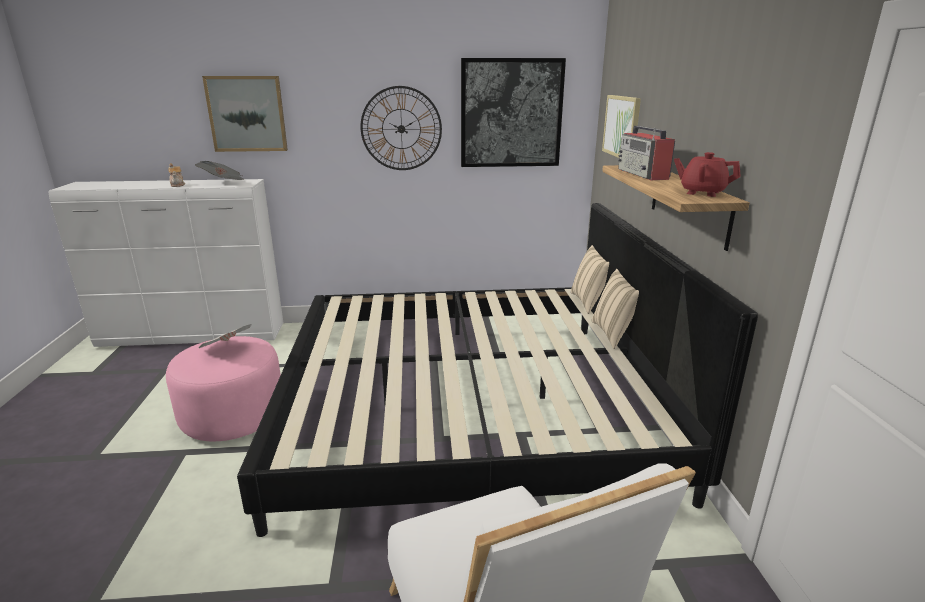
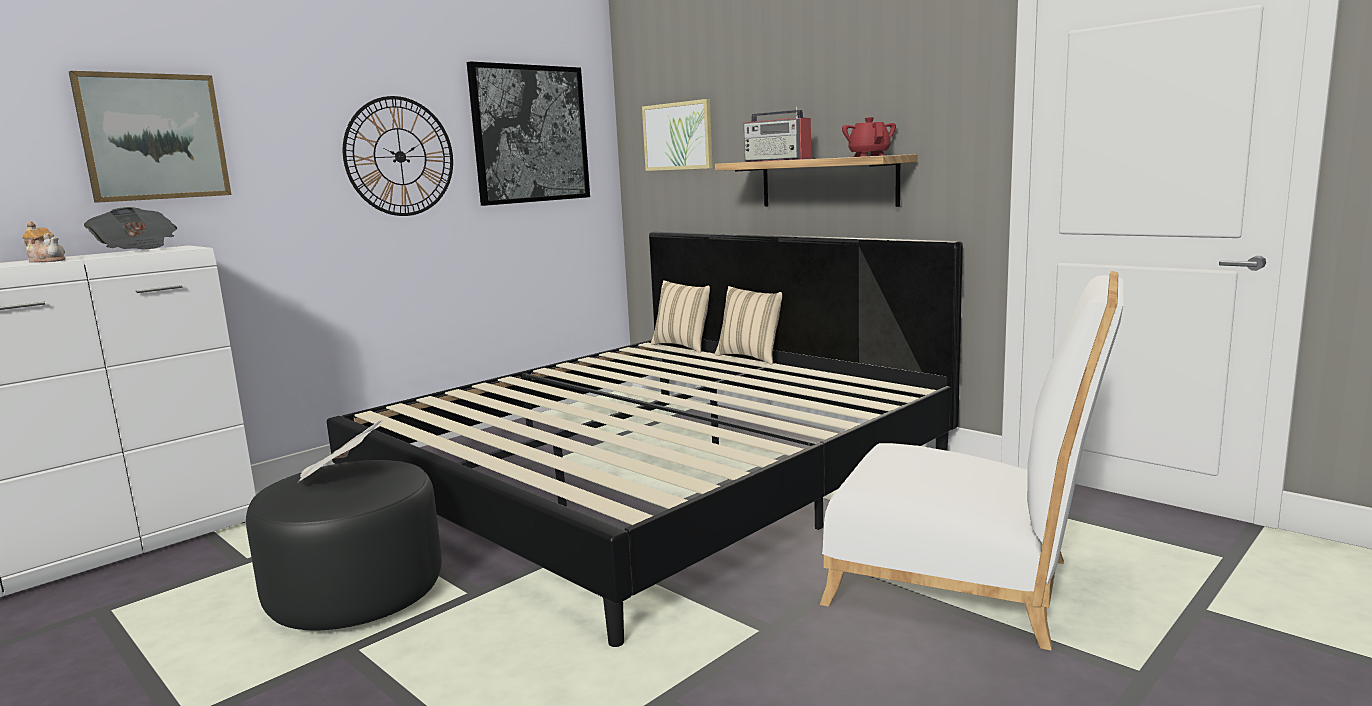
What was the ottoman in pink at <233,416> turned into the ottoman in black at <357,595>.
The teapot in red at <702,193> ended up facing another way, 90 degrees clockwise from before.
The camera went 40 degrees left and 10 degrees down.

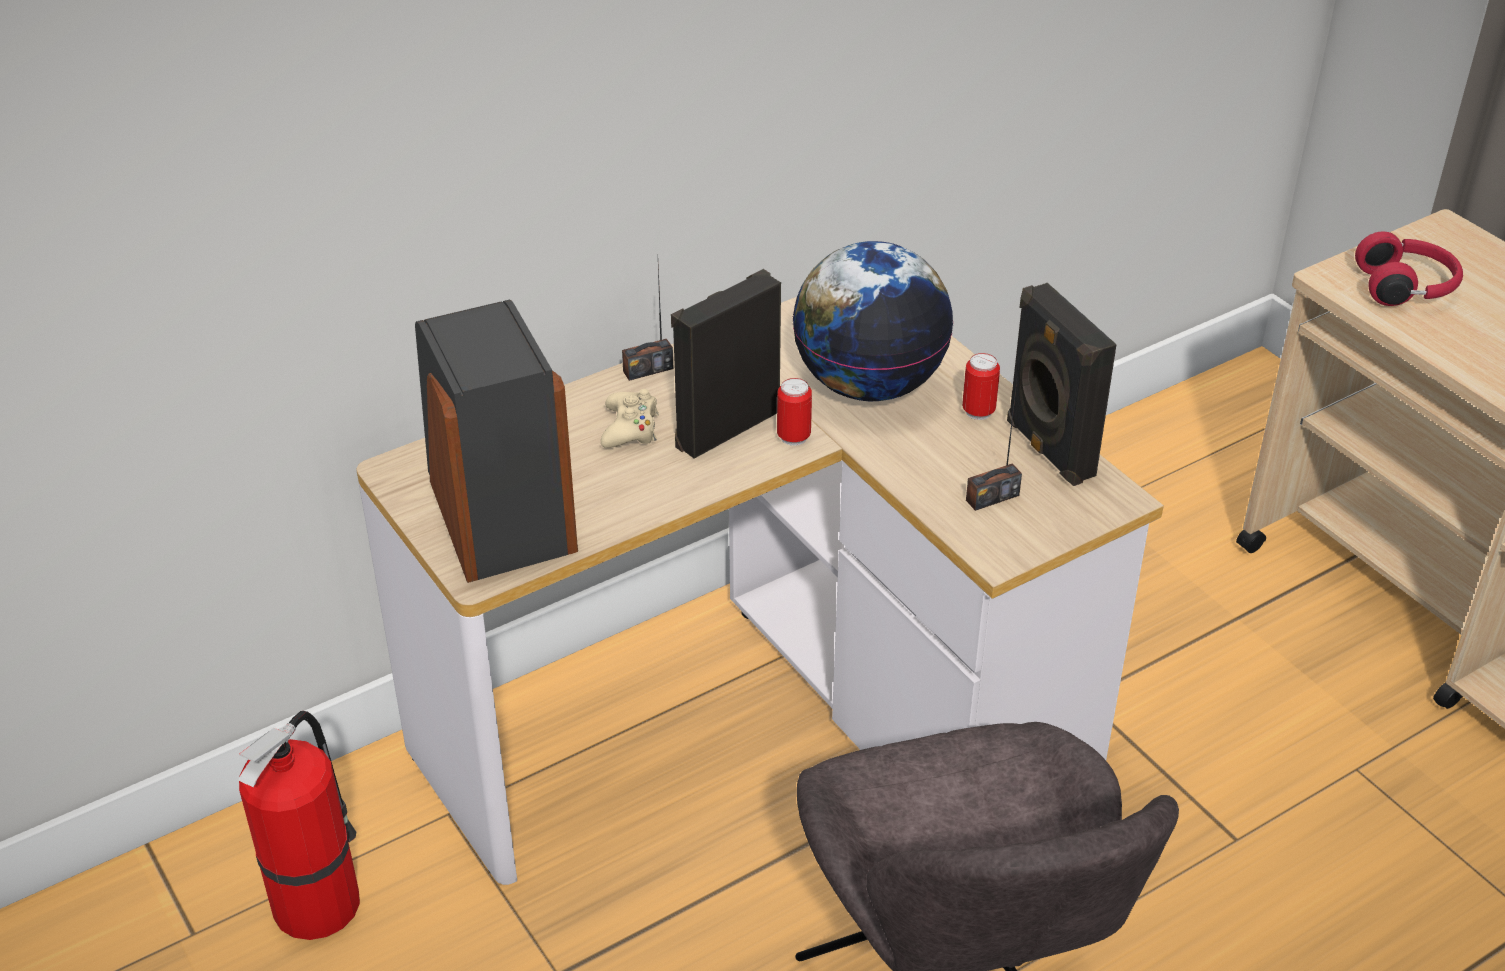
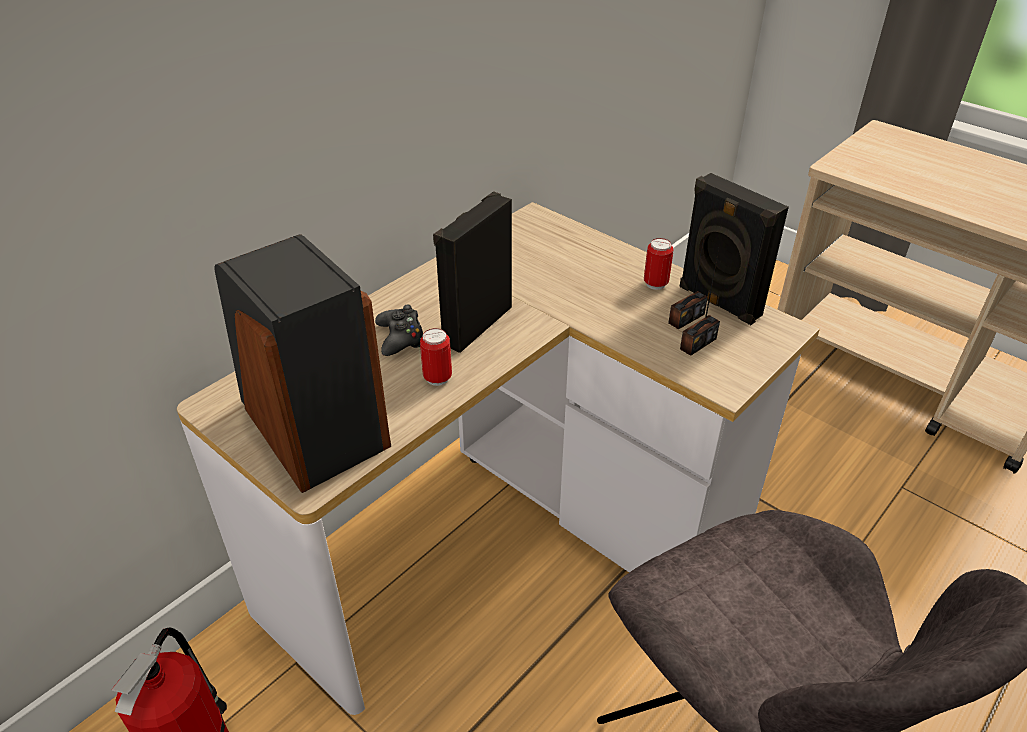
What was the game controller in beige at <630,428> turned into the game controller in black at <400,338>.
The can ended up elsewhere, having gone from <793,437> to <437,378>.
The radio ended up elsewhere, having gone from <648,370> to <686,318>.
The second view lost the globe at <869,384>.
The second view lost the headphones in red at <1406,287>.
The camera went 15 degrees left and 0 degrees up.

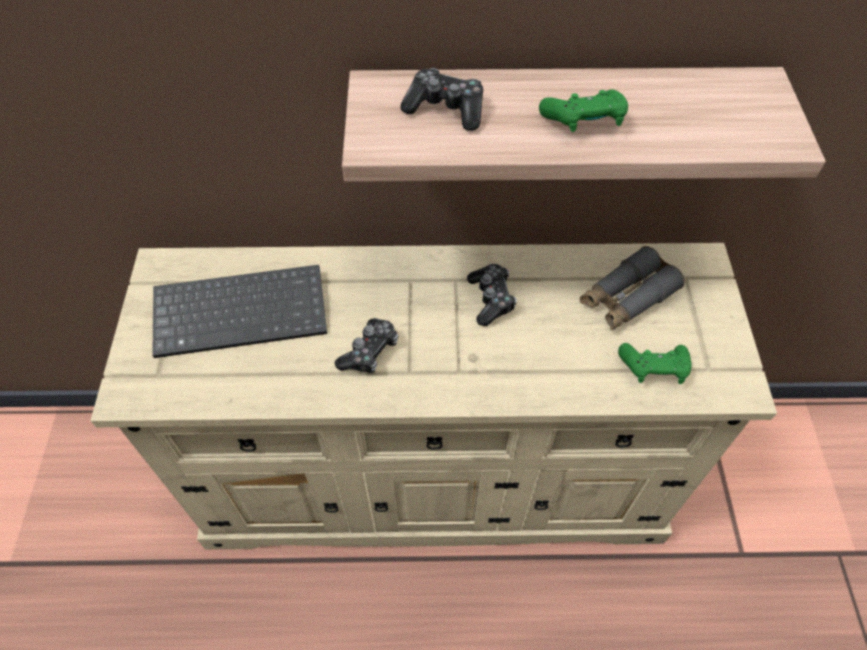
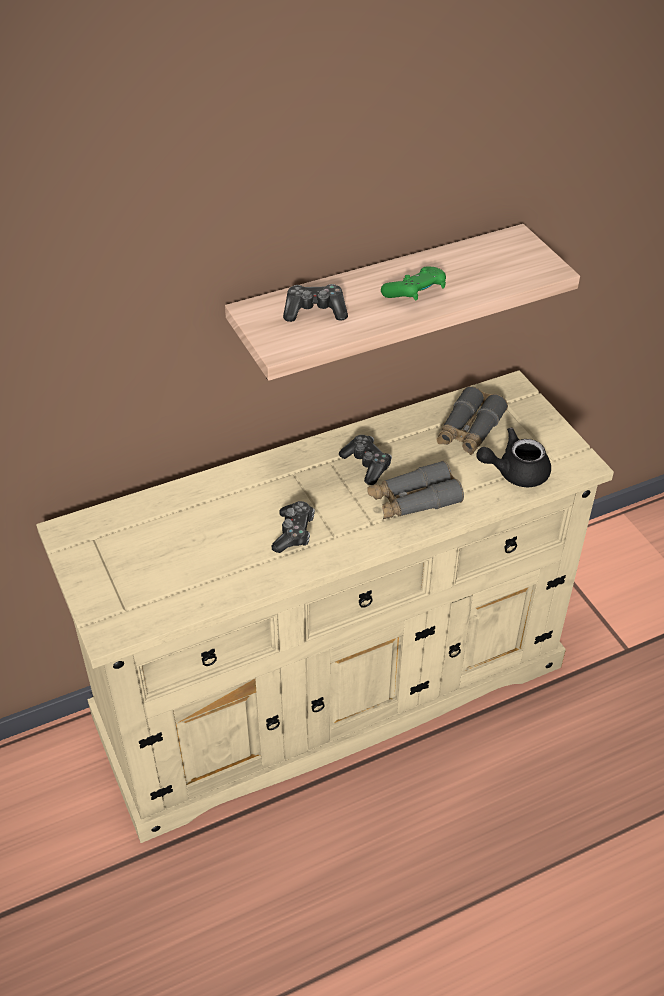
The second view gained the binoculars in grey at <413,500>.
Where the game controller in green stood at <653,369>, the teapot in black came to stand at <515,472>.
The second view lost the keyboard at <243,310>.
The camera went 25 degrees left and 10 degrees down.

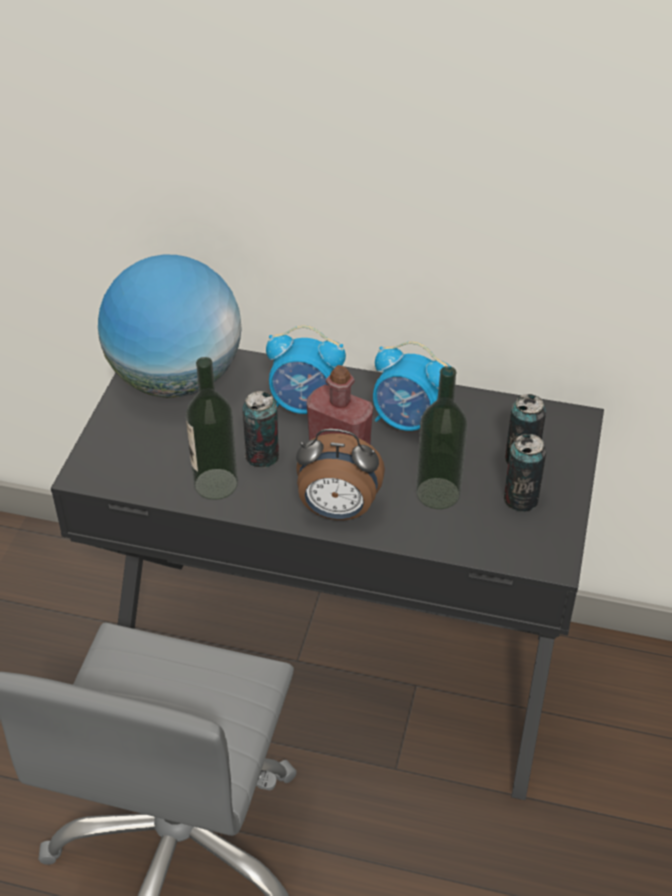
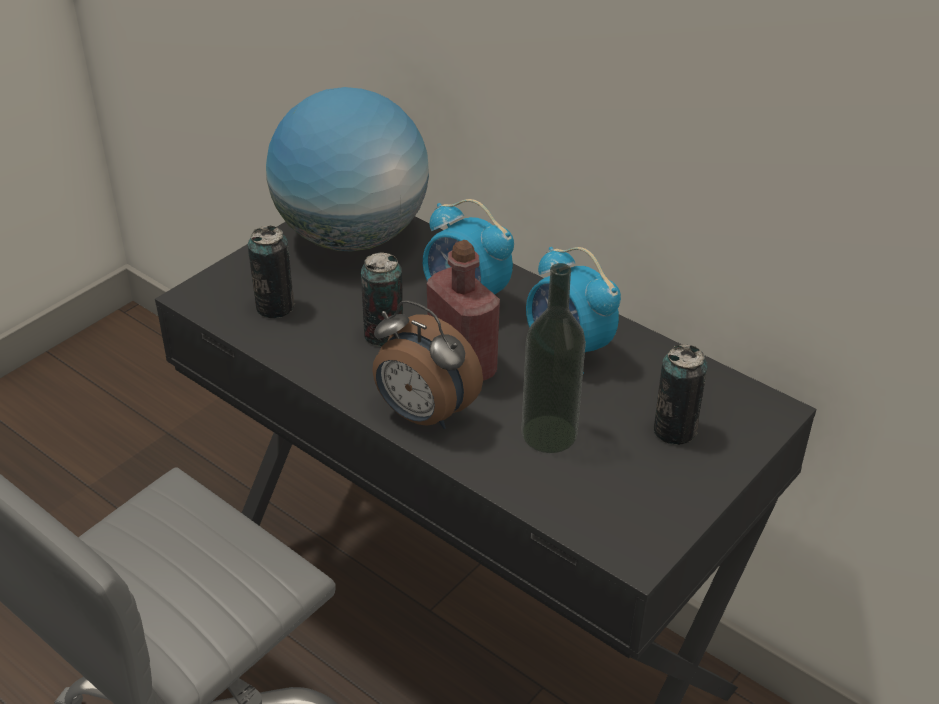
The can ended up elsewhere, having gone from <520,499> to <275,306>.
The second view lost the bottle at <215,484>.
The camera went 25 degrees right and 5 degrees down.

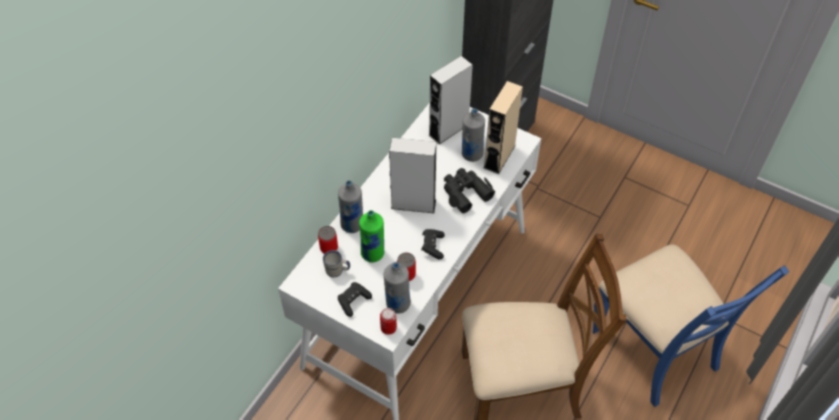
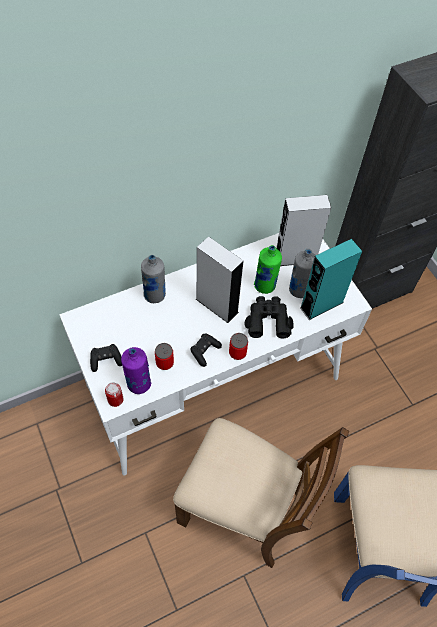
What was the bottle in grey at <397,304> turned into the bottle in purple at <138,383>.
The can ended up elsewhere, having gone from <329,248> to <237,353>.
The bottle in green ended up elsewhere, having gone from <373,253> to <265,286>.
What was the speaker in beige at <499,156> turned into the speaker in turquoise at <321,305>.
The second view lost the mug in white at <337,271>.
The camera went 30 degrees right and 5 degrees up.

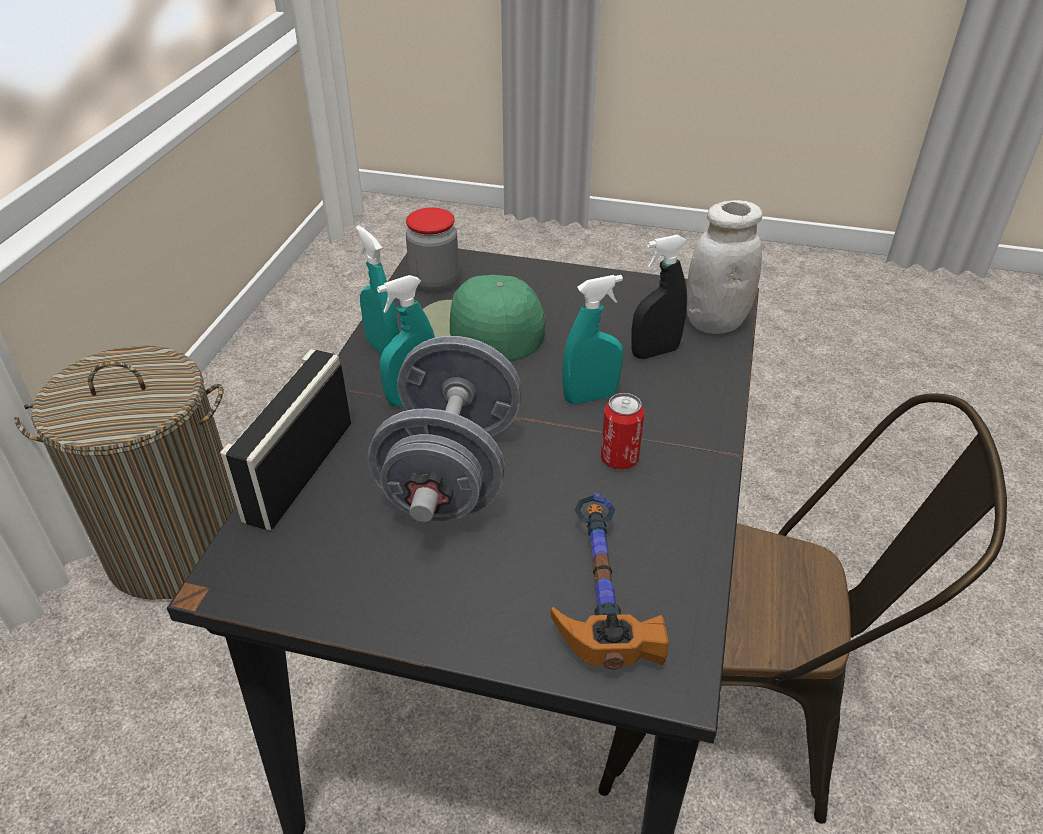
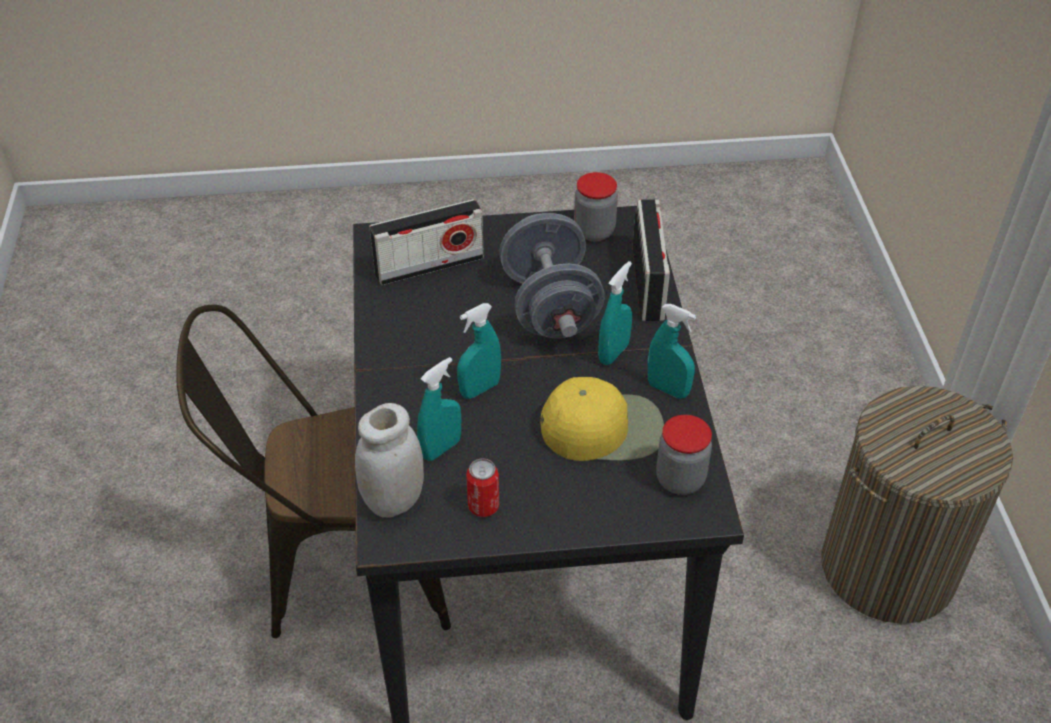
Where the hammer stood at <598,587>, the radio came to stand at <429,265>.
What was the spray bottle in black at <655,352> turned into the spray bottle in turquoise at <441,448>.
The can ended up elsewhere, having gone from <619,459> to <483,506>.
What was the cap in green at <476,332> turned into the cap in yellow at <603,428>.
The second view gained the jar at <594,231>.
The camera went 160 degrees right and 5 degrees up.

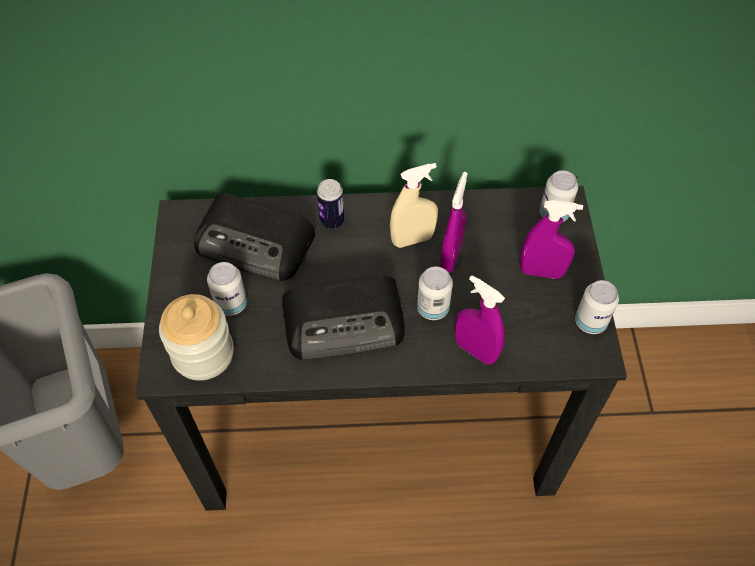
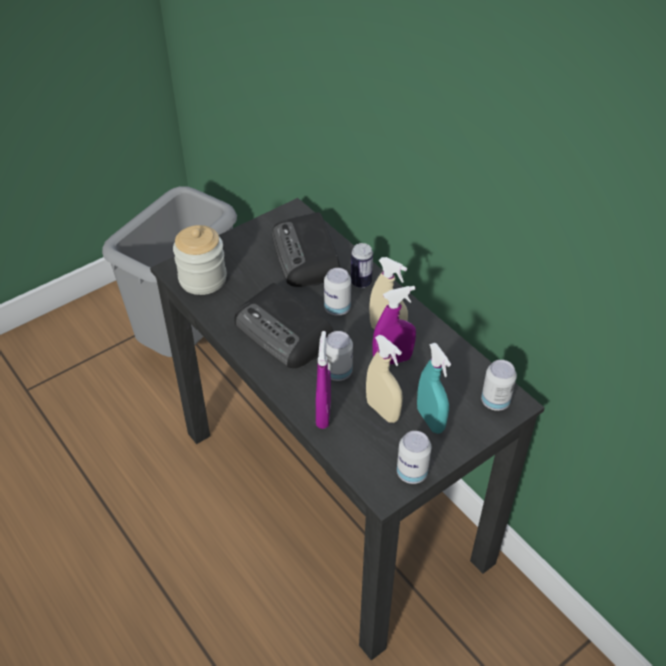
The can ended up elsewhere, having gone from <231,304> to <337,308>.
The second view gained the spray bottle in beige at <382,411>.
What was the spray bottle in purple at <541,272> turned into the spray bottle in turquoise at <430,420>.
The camera went 55 degrees right and 10 degrees down.

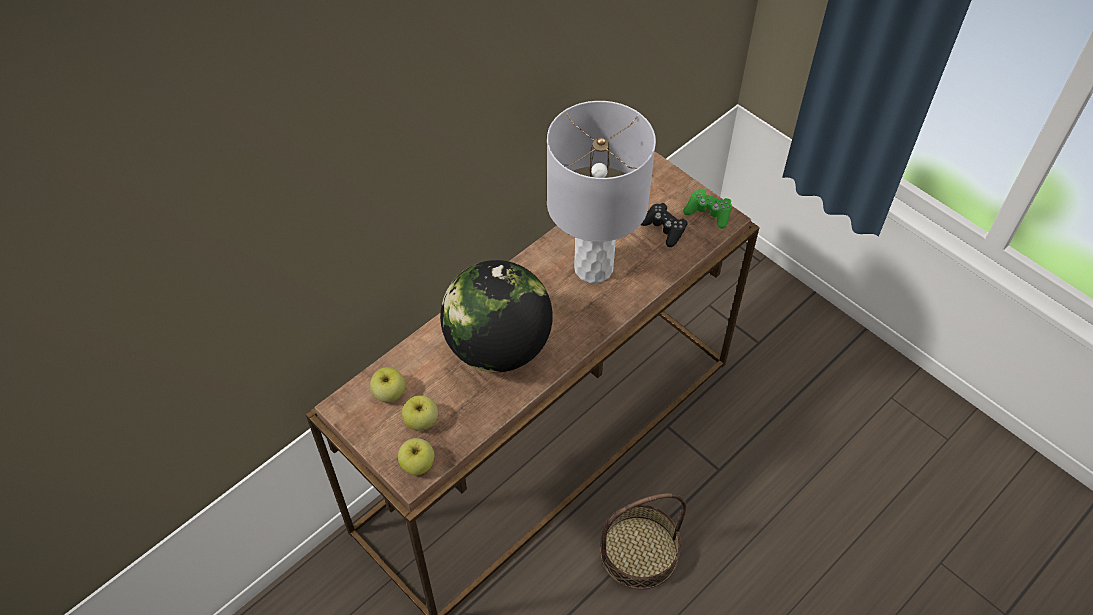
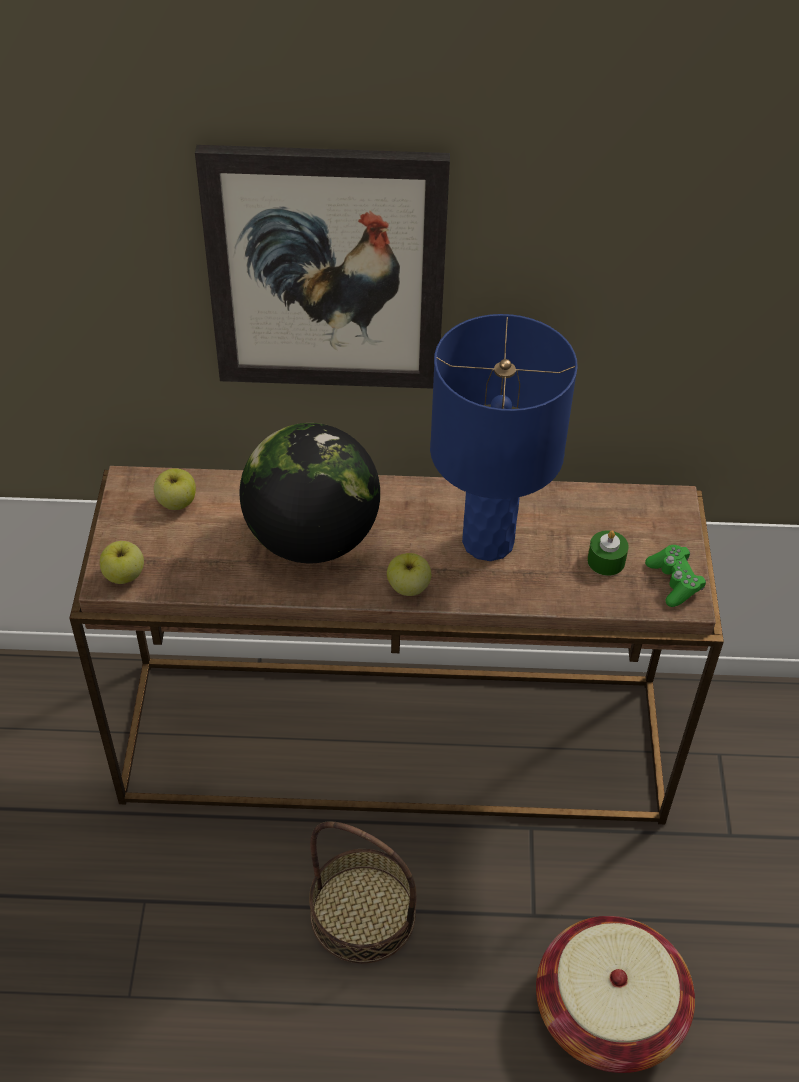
The second view gained the picture at <326,271>.
The apple ended up elsewhere, having gone from <421,421> to <408,587>.
What was the table lamp in grey at <593,267> turned into the table lamp in blue at <487,541>.
The second view gained the basket at <608,1011>.
Where the game controller in black stood at <664,229>, the candle in green came to stand at <606,561>.
The camera went 45 degrees right and 5 degrees down.

